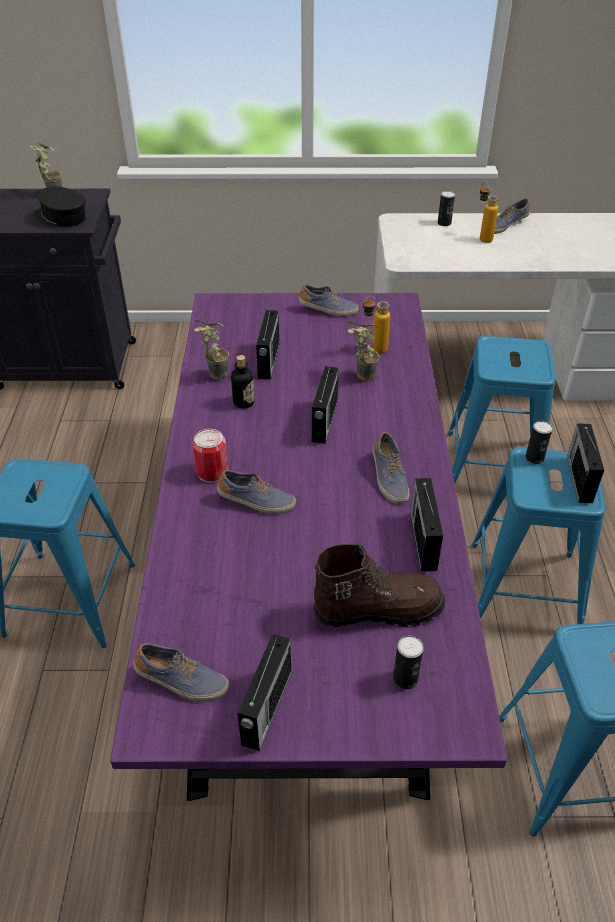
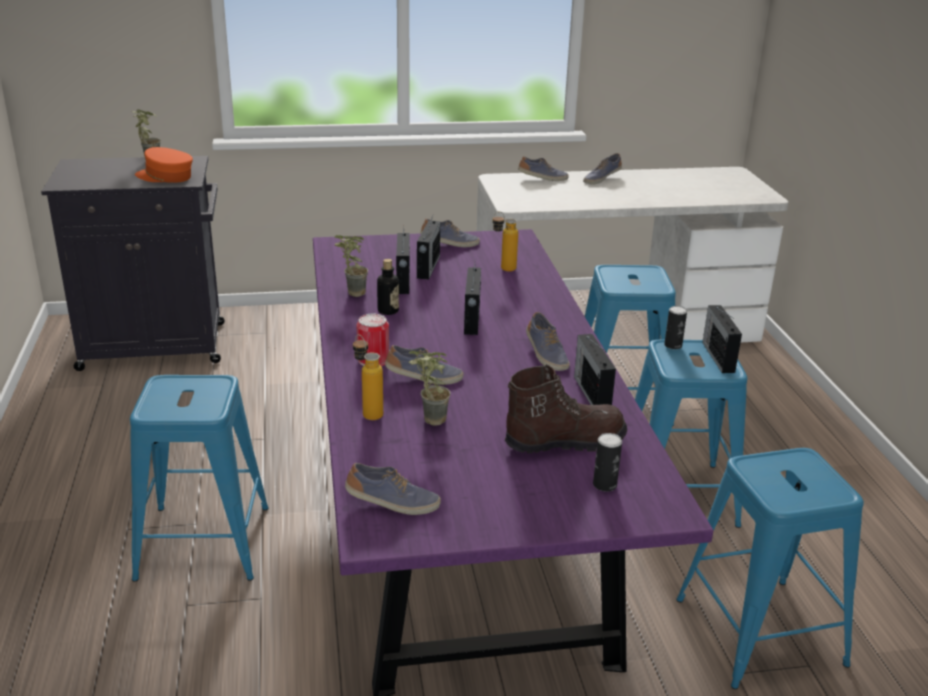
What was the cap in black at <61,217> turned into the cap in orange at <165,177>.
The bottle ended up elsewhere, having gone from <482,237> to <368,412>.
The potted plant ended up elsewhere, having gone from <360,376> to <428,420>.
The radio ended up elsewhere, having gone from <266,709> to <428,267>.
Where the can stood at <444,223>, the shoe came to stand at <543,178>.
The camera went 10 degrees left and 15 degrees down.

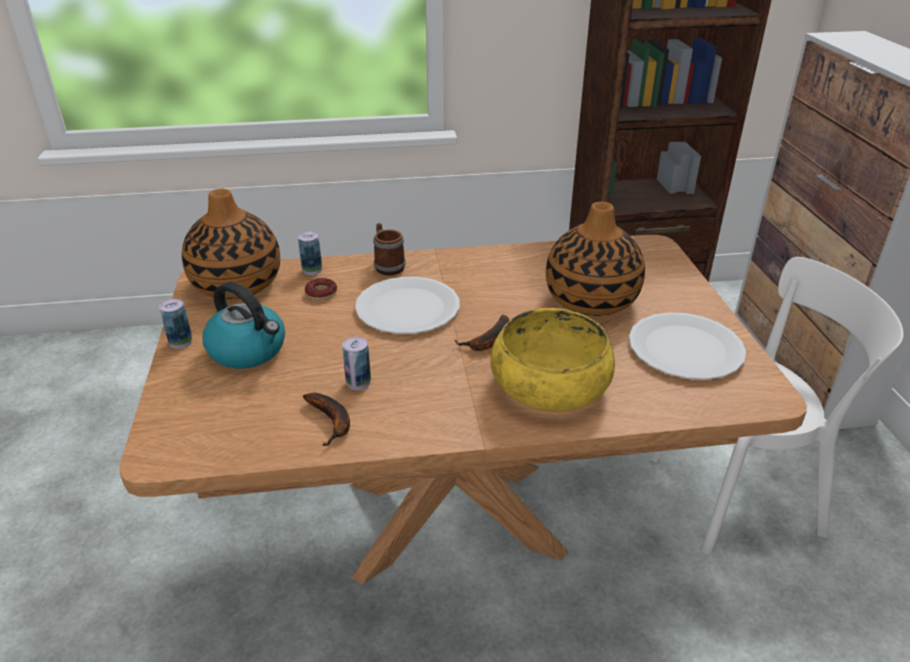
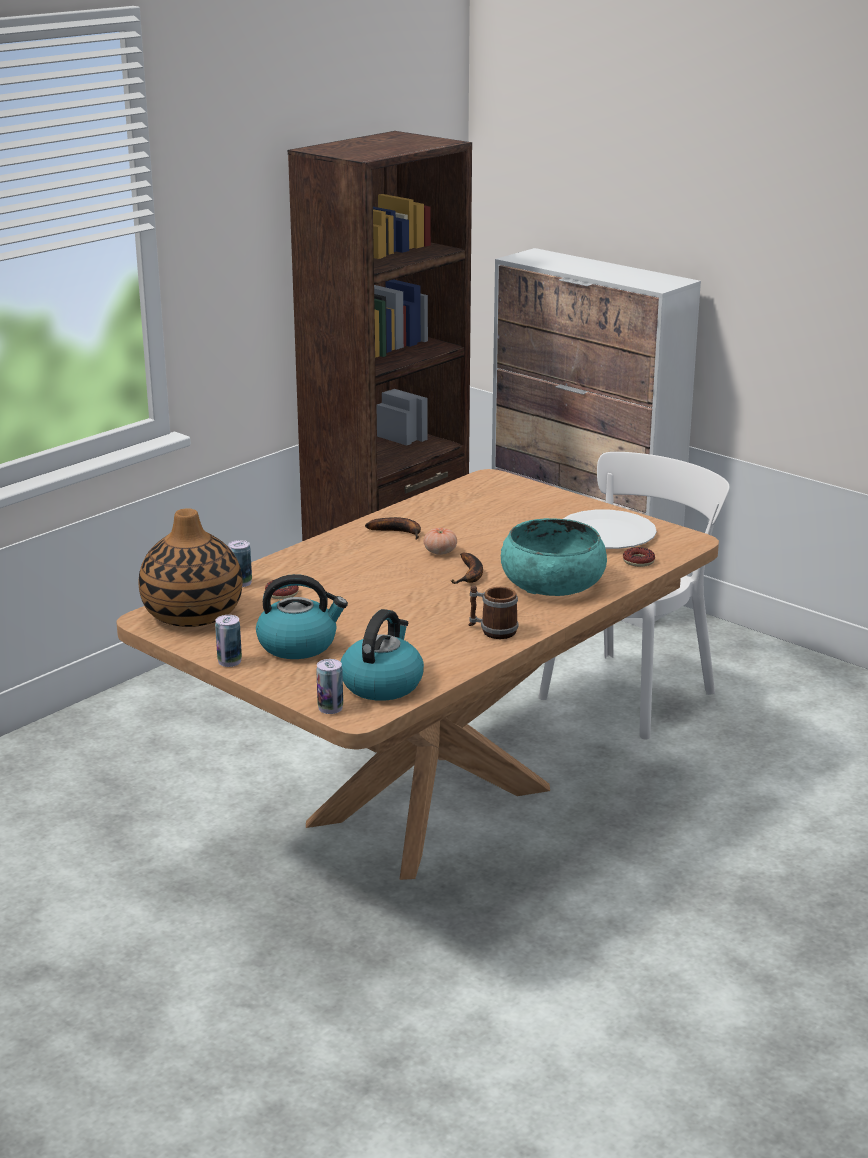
The can ended up elsewhere, having gone from <358,382> to <330,708>.
The second view gained the kettle at <382,684>.
The banana ended up elsewhere, having gone from <332,422> to <399,532>.
The second view gained the tomato at <440,552>.
The mug ended up elsewhere, having gone from <387,265> to <492,630>.
What was the bowl in yellow at <549,385> turned into the bowl in turquoise at <552,582>.
The second view gained the donut at <638,561>.
The second view lost the plate in white at <407,308>.
The second view lost the vase at <591,300>.
The camera went 40 degrees left and 10 degrees down.

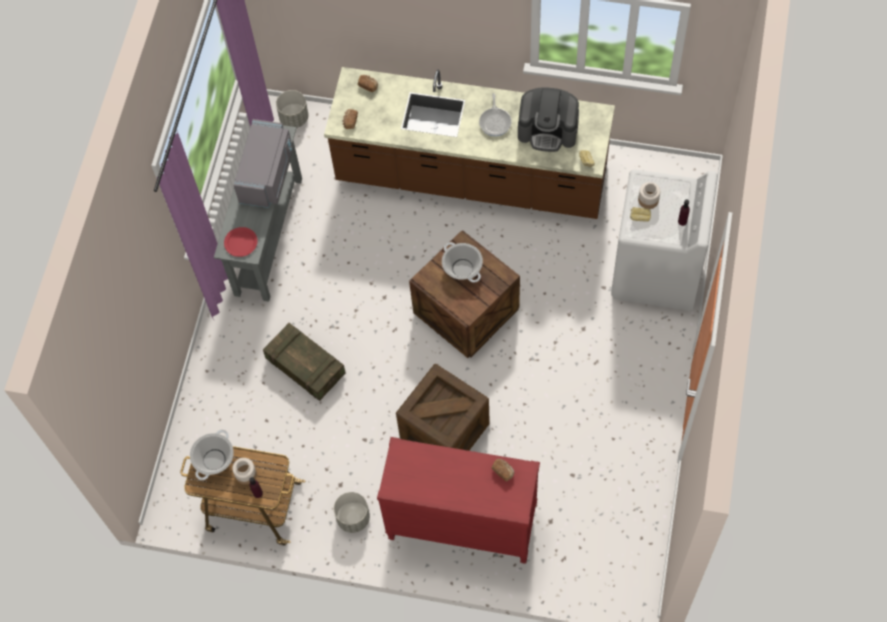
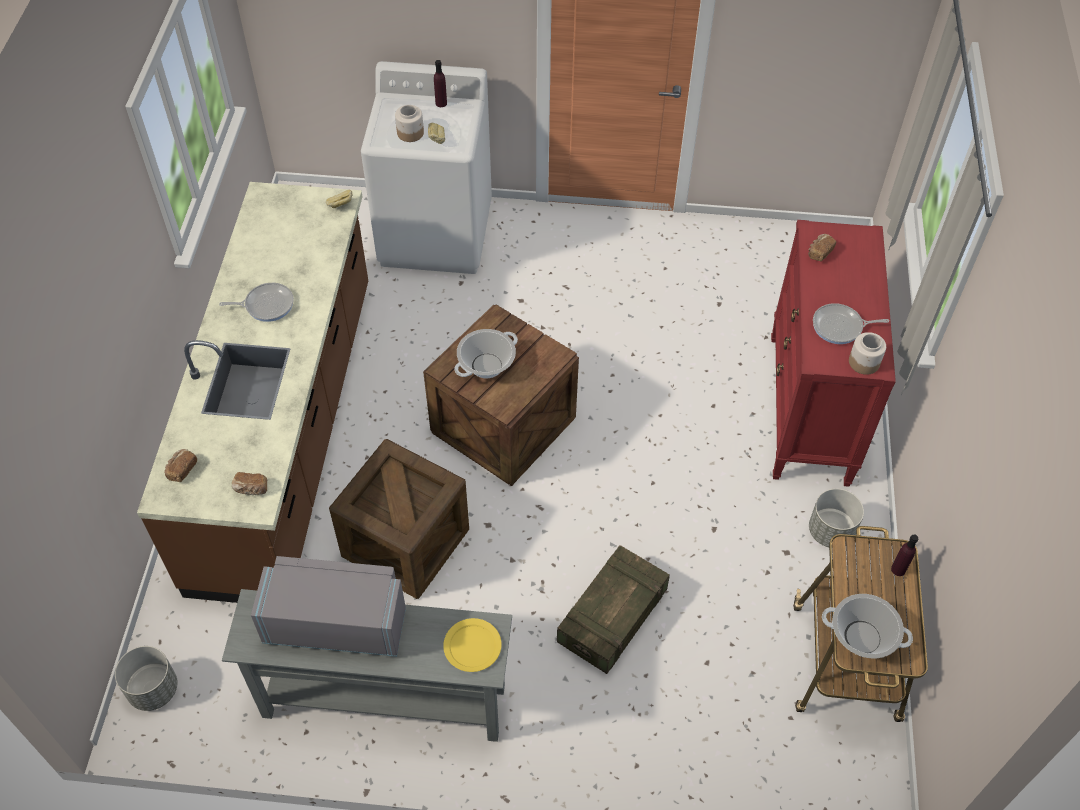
The crate ended up elsewhere, having gone from <444,430> to <405,542>.
What was the plate in red at <241,243> turned into the plate in yellow at <473,646>.
The second view gained the frying pan at <840,327>.
The jar ended up elsewhere, having gone from <246,474> to <864,362>.
The second view lost the coffee machine at <548,130>.
The camera went 100 degrees left and 10 degrees down.

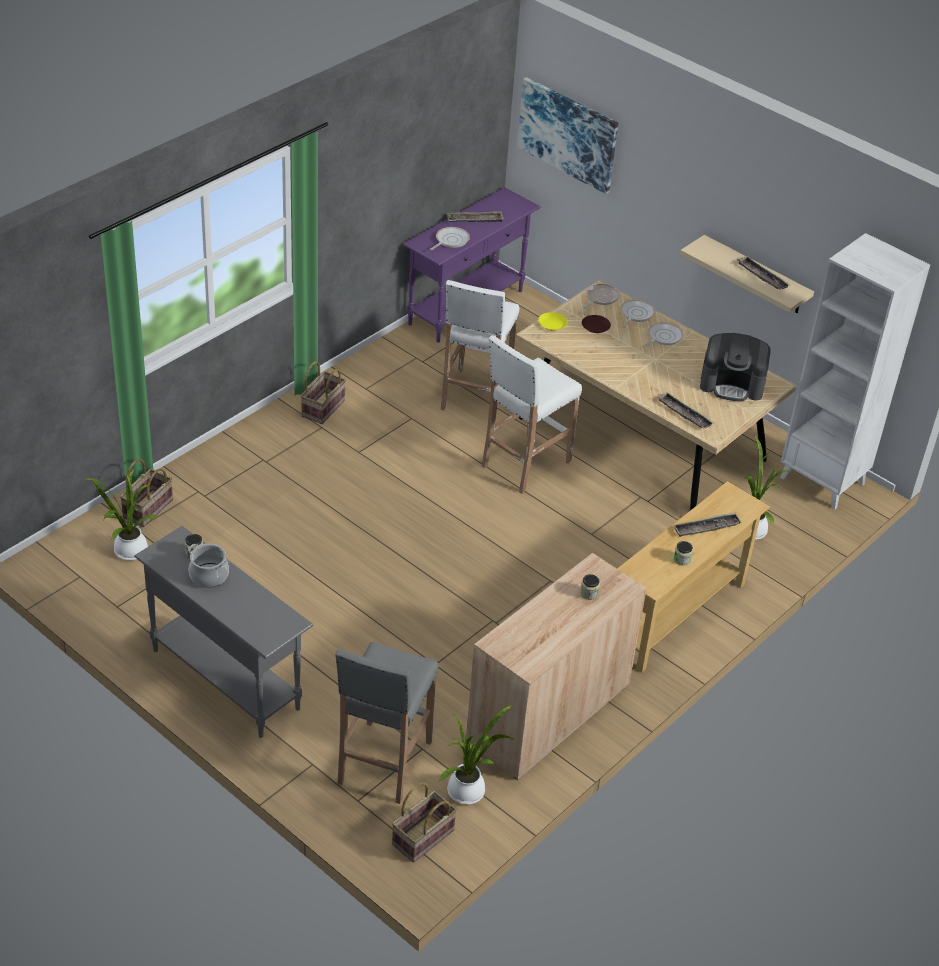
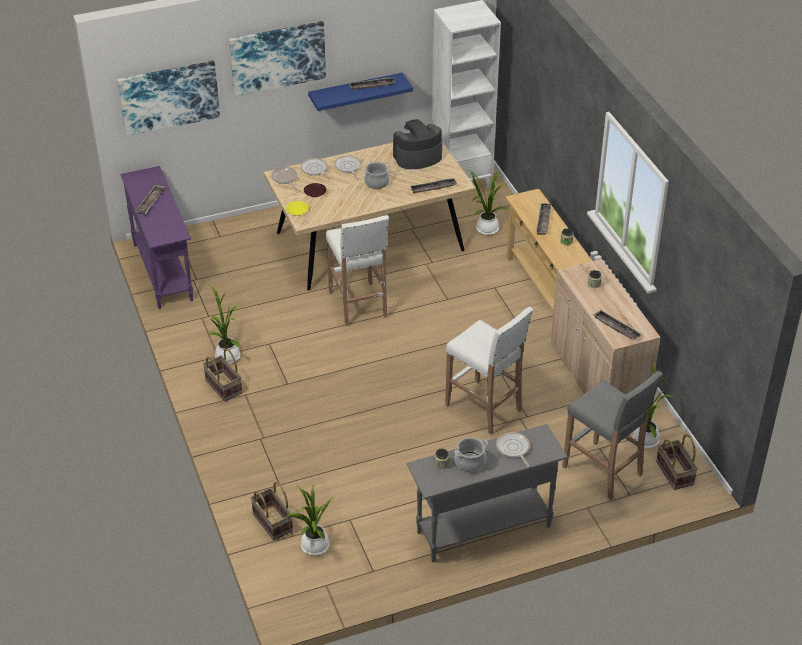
The second view gained the potted plant at <227,355>.
The second view gained the picture at <277,57>.
What was the shelf in beige at <755,275> turned into the shelf in blue at <355,92>.
The second view gained the cooking pot at <376,182>.
The coffee machine at <732,384> ended up facing another way, 150 degrees counterclockwise from before.
The stool in white ended up elsewhere, having gone from <475,396> to <484,408>.
The frying pan ended up elsewhere, having gone from <450,240> to <513,449>.
The second view gained the tray at <616,327>.
The camera went 60 degrees left and 0 degrees up.

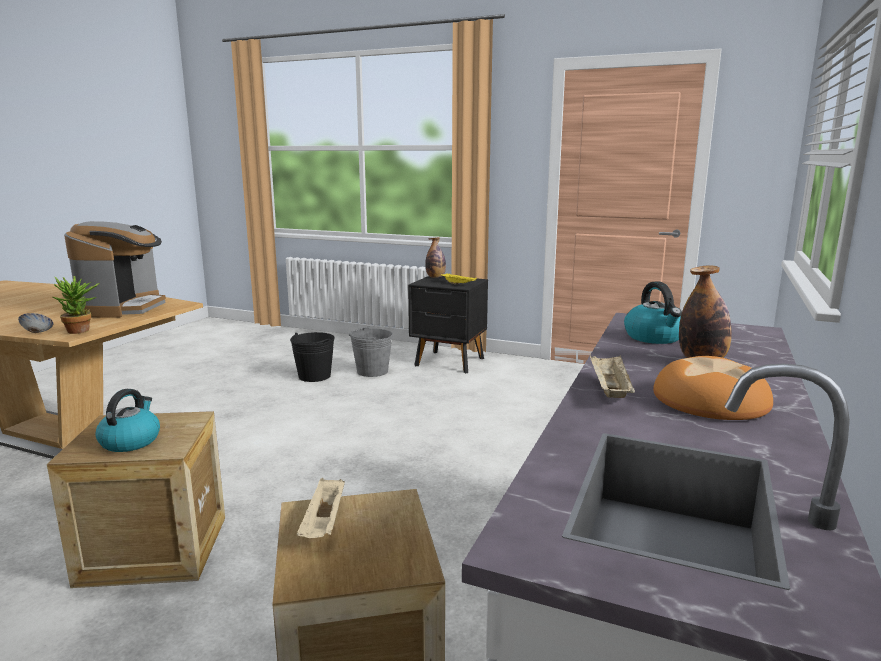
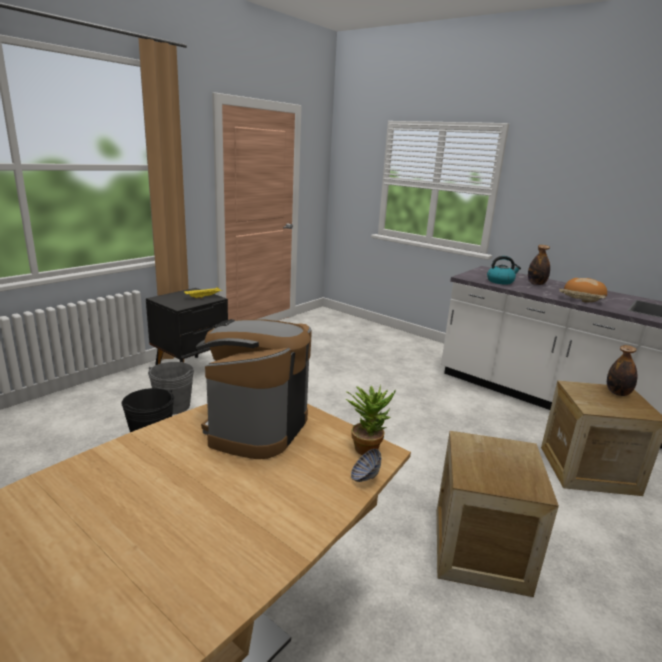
The coffee machine at <124,308> ended up facing another way, 90 degrees counterclockwise from before.
The bottle ended up elsewhere, having gone from <435,277> to <617,393>.
The second view lost the kettle at <130,441>.
The second view lost the tray in beige at <324,523>.
The camera went 75 degrees left and 5 degrees up.

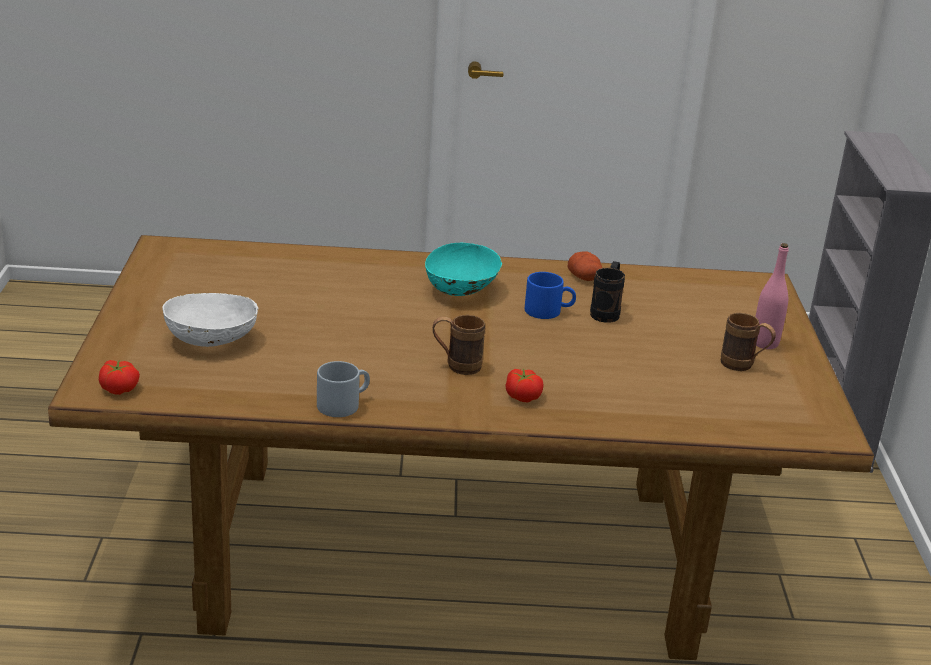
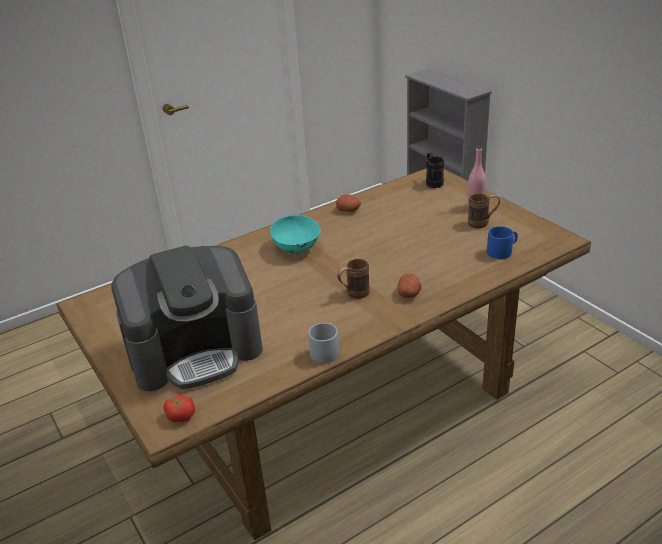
Where the bowl in white stood at <211,339>, the coffee machine came to stand at <196,351>.
Where the tomato stood at <523,396>, the potato came to stand at <409,294>.
The mug in black ended up elsewhere, having gone from <607,312> to <433,182>.
The mug in blue ended up elsewhere, having gone from <549,311> to <502,251>.
The camera went 30 degrees left and 5 degrees up.

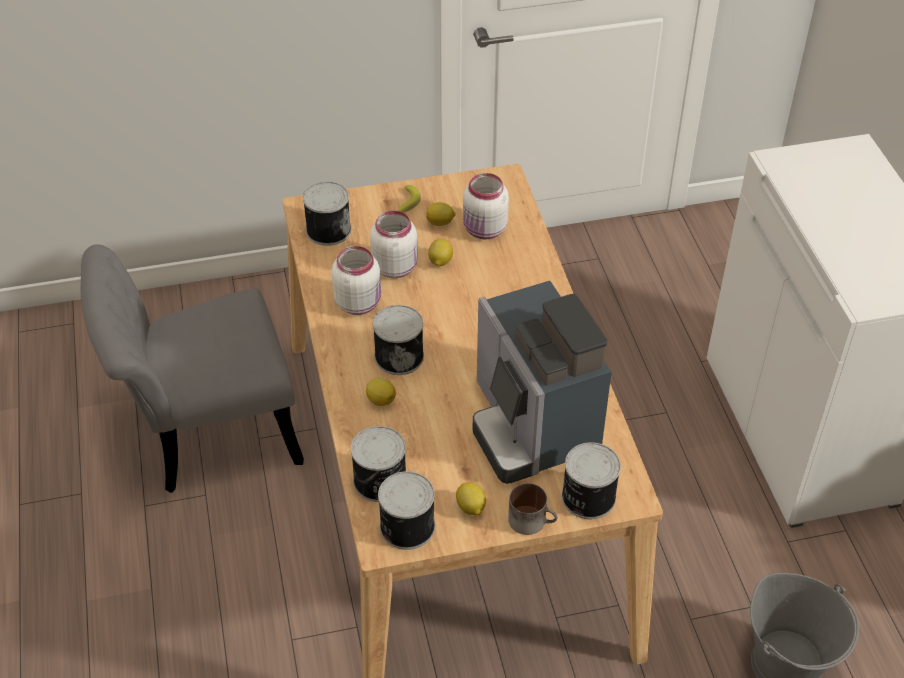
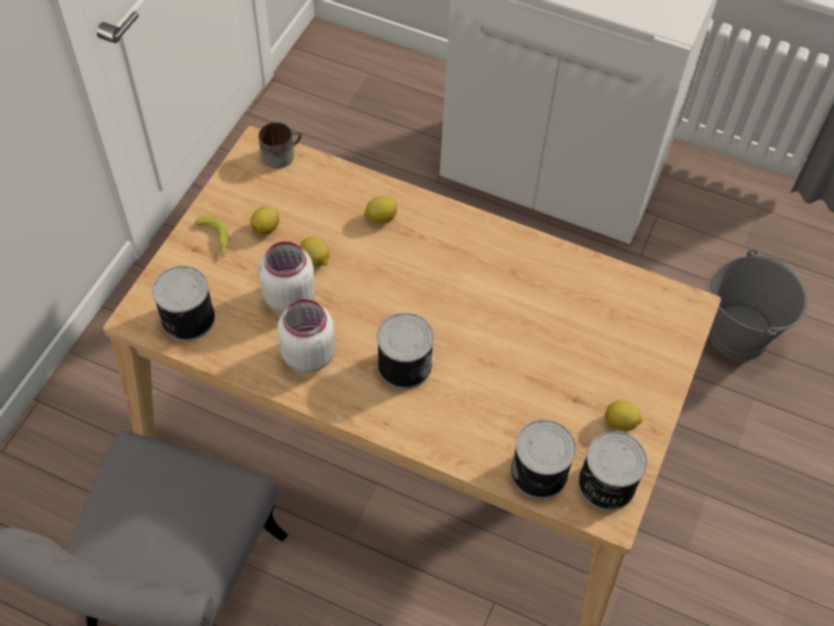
The mug ended up elsewhere, having gone from <532,520> to <281,153>.
The lemon ended up elsewhere, having gone from <380,400> to <380,218>.
The second view lost the jar in white at <484,230>.
The second view lost the coffee machine at <531,425>.
The second view lost the can at <587,497>.
The camera went 55 degrees left and 10 degrees up.

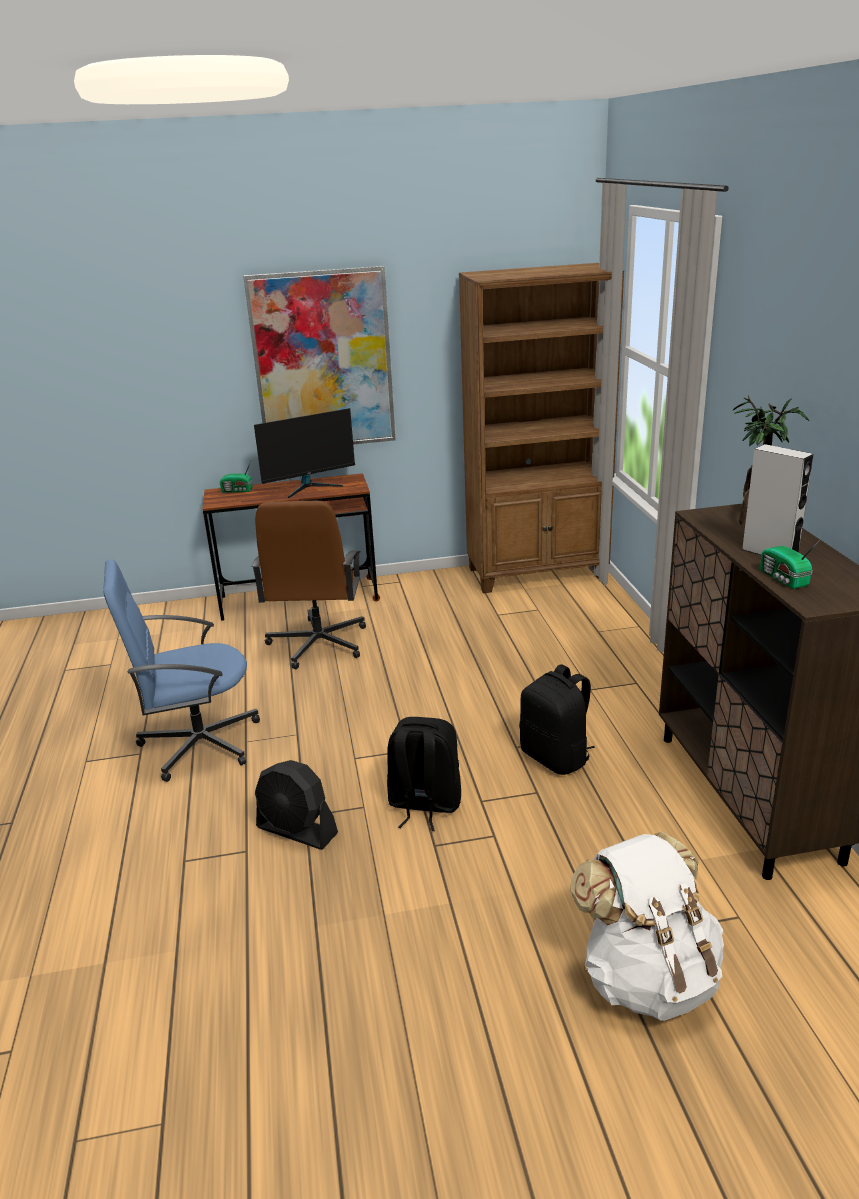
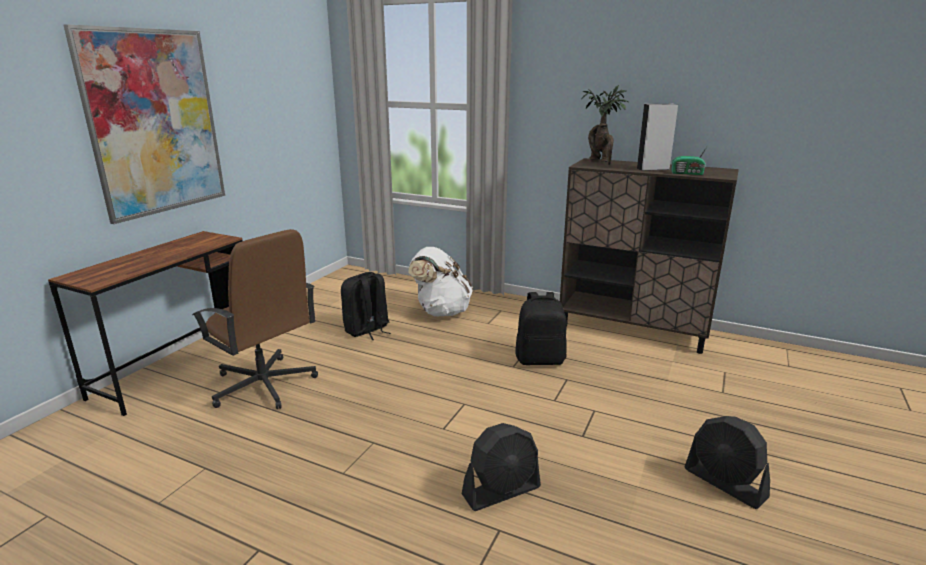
The backpack in black ended up elsewhere, having gone from <424,805> to <367,330>.
The backpack in white ended up elsewhere, having gone from <647,977> to <441,311>.
The second view gained the fan in black at <725,483>.
The second view lost the office chair in blue at <198,743>.
The second view lost the radio at <237,491>.
The second view lost the monitor at <310,487>.
The second view lost the bookcase in brown at <537,573>.
The camera went 55 degrees left and 5 degrees down.

